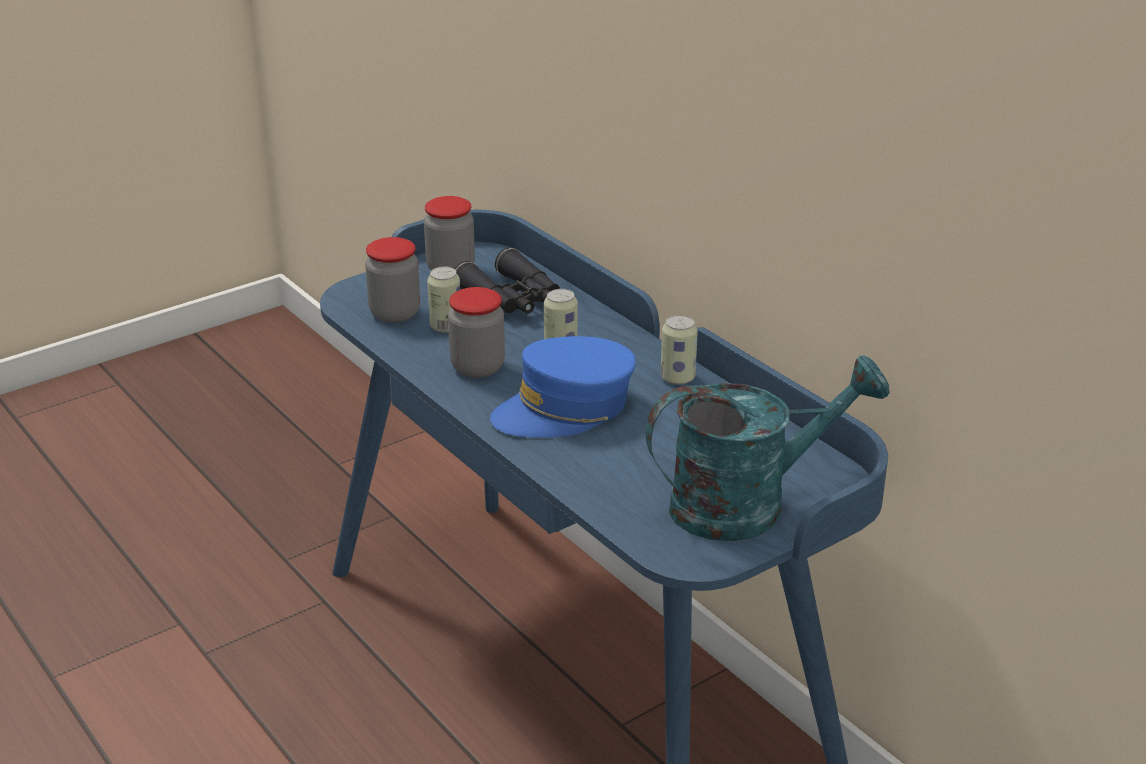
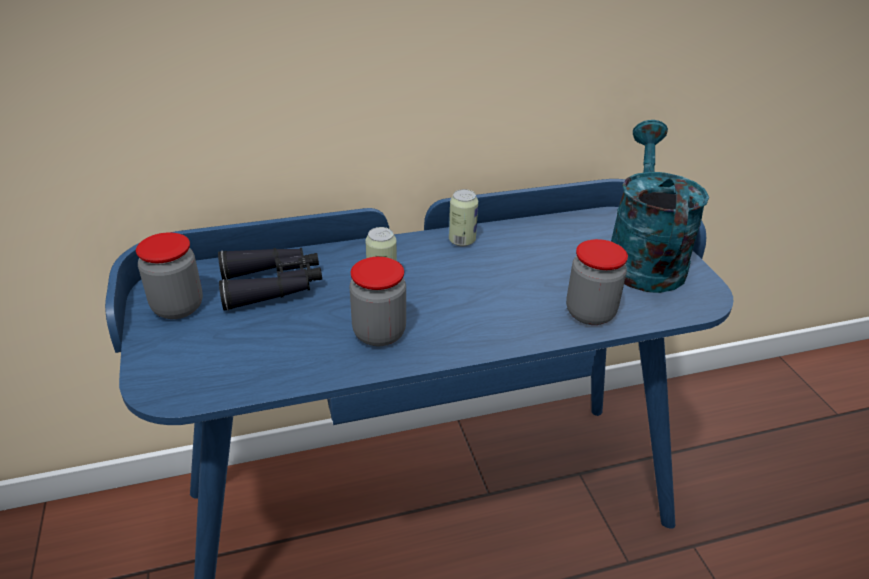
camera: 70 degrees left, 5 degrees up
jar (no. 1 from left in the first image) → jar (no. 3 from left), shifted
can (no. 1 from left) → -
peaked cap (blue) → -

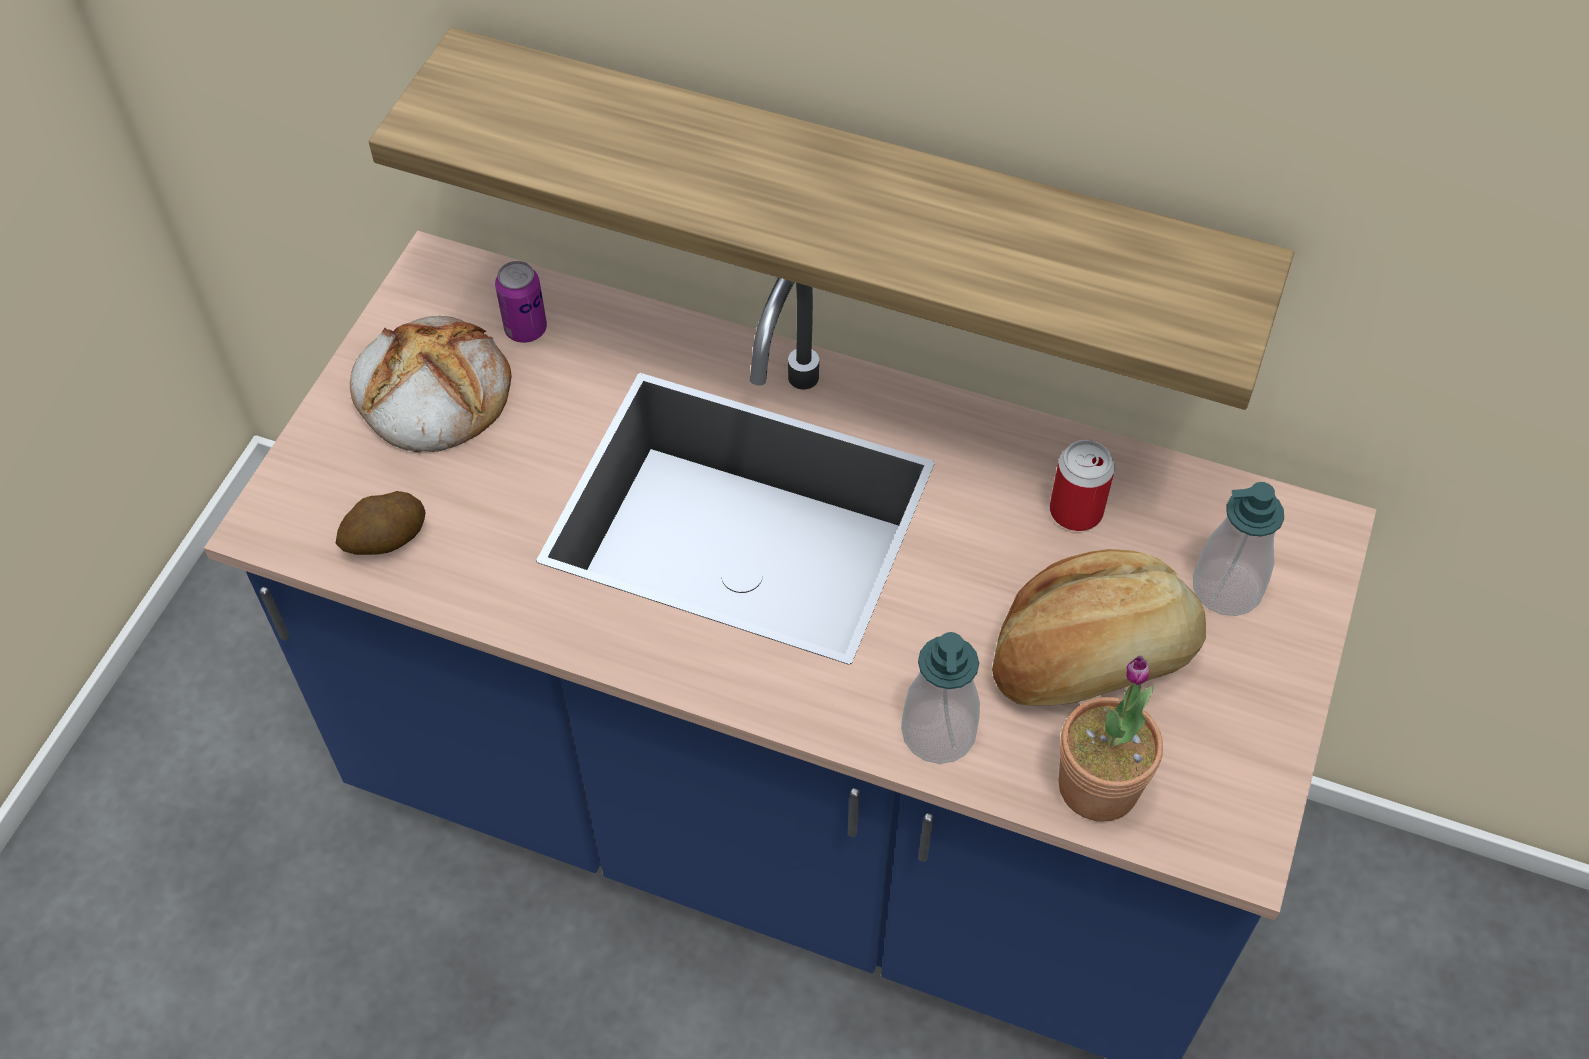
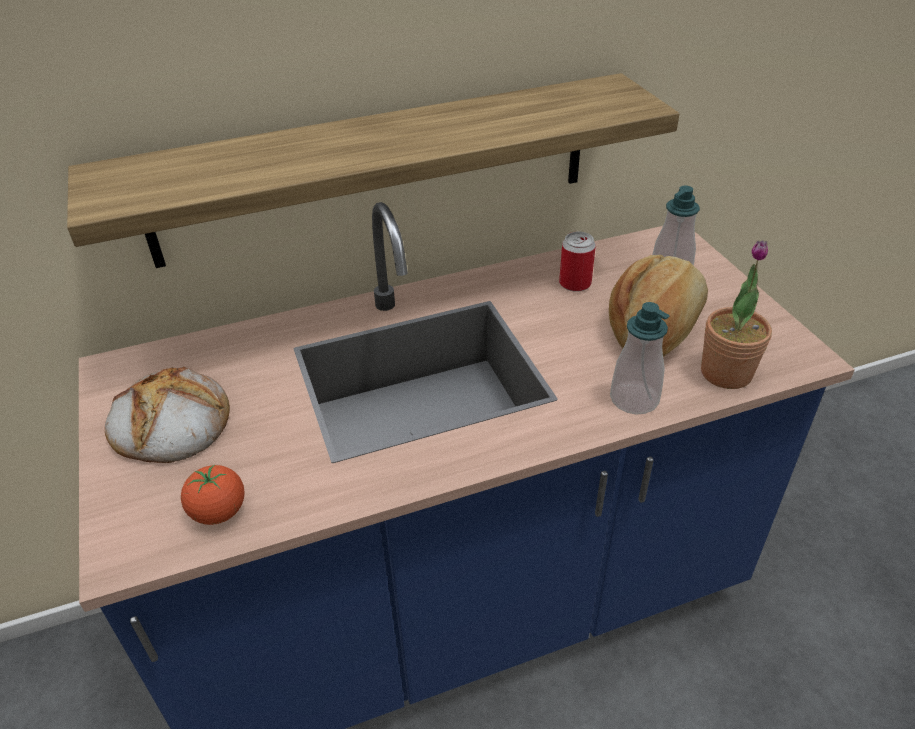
camera: 40 degrees left, 15 degrees down
can (no. 1 from left) → -
potato → fresh tomato

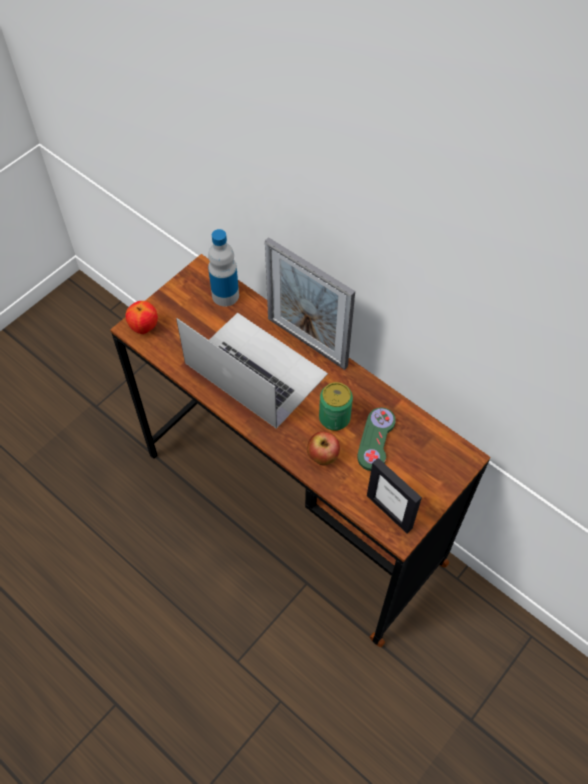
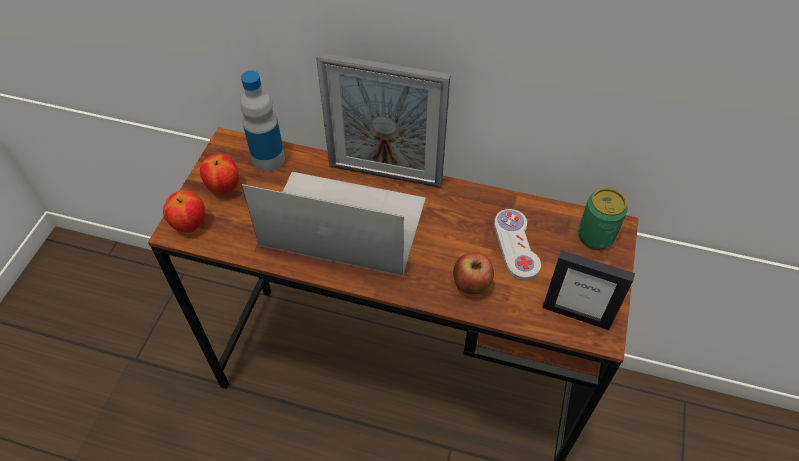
camera: 25 degrees left, 5 degrees down
can, shifted
gamepad (greenish) → gamepad (white-coloured)
- → apple fruit (no. 2 from left)

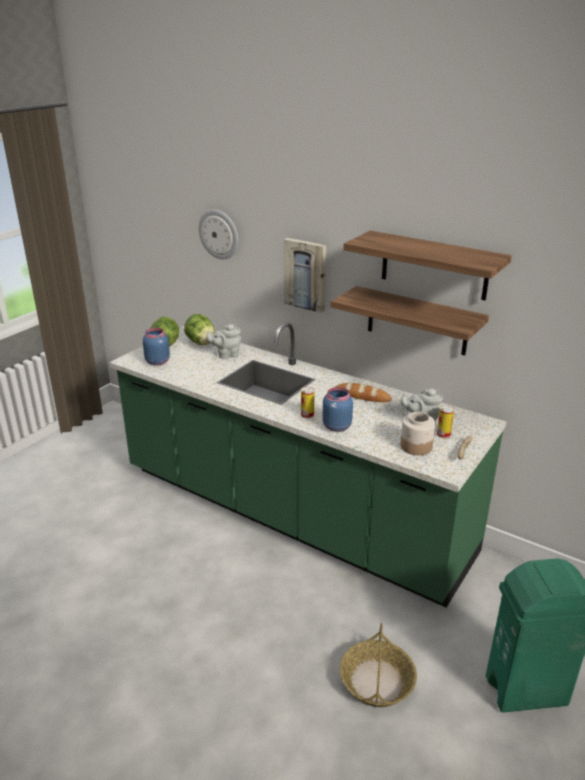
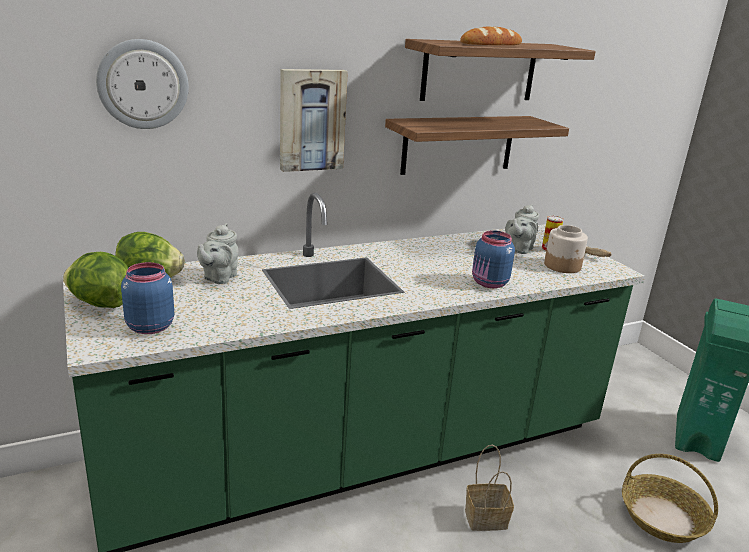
camera: 60 degrees left, 5 degrees down
bakery bread (no. 1 from left), shifted
can (no. 1 from left) → -
- → household basket (no. 1 from left)

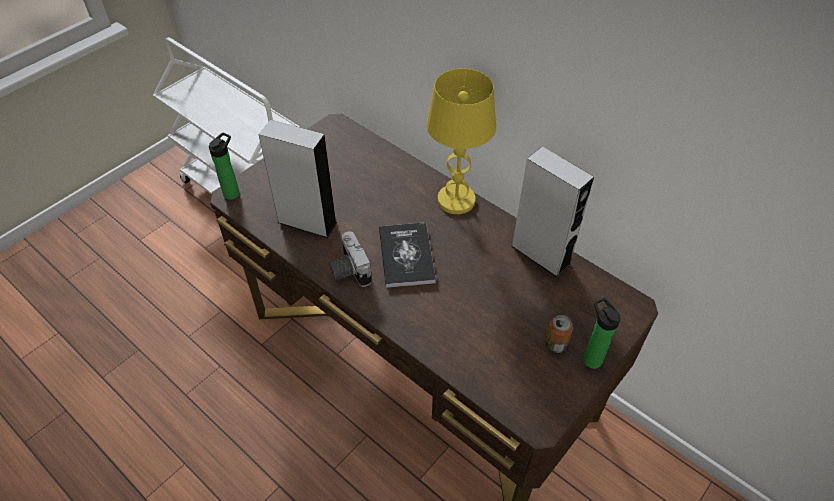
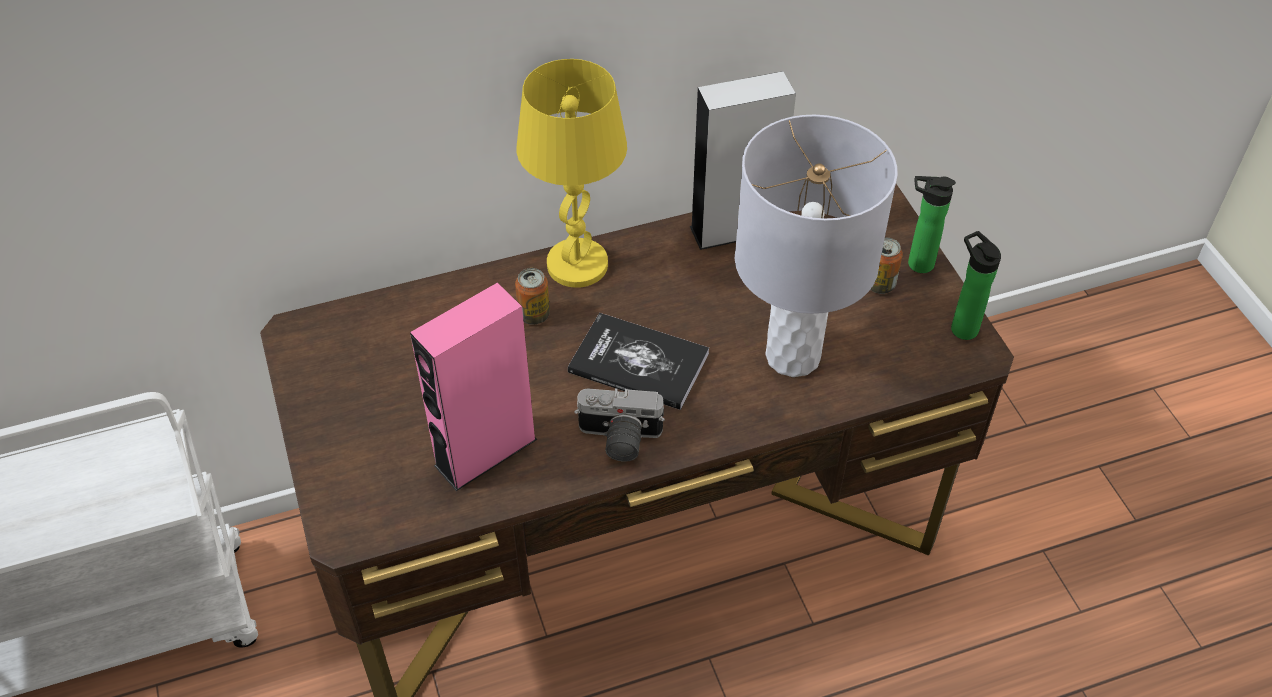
camera: 60 degrees left, 0 degrees up
audio speaker (gray) (no. 1 from left) → audio speaker (pinkish)
beverage bottle (no. 1 from left in the first image) → beverage bottle (no. 2 from left), shifted
- → lamp for a table (gray)
- → can (no. 1 from left)

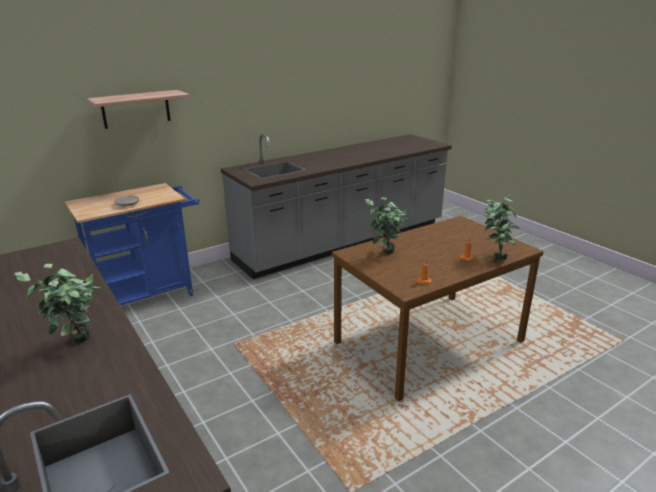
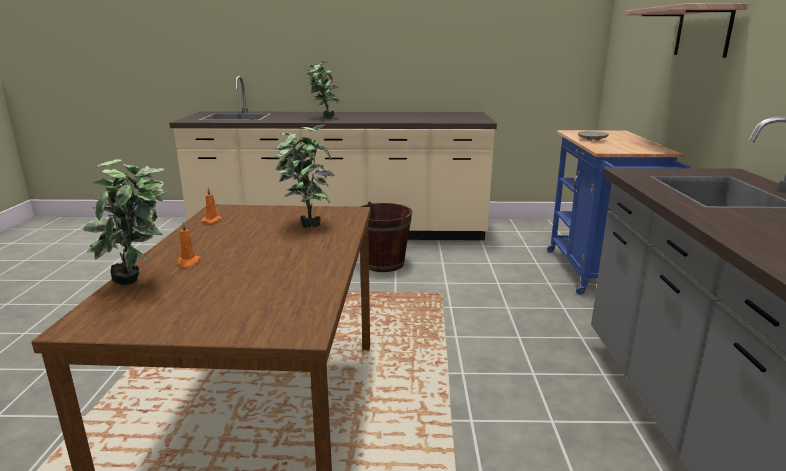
camera: 125 degrees right, 5 degrees down
- → bucket (brown-coloured)

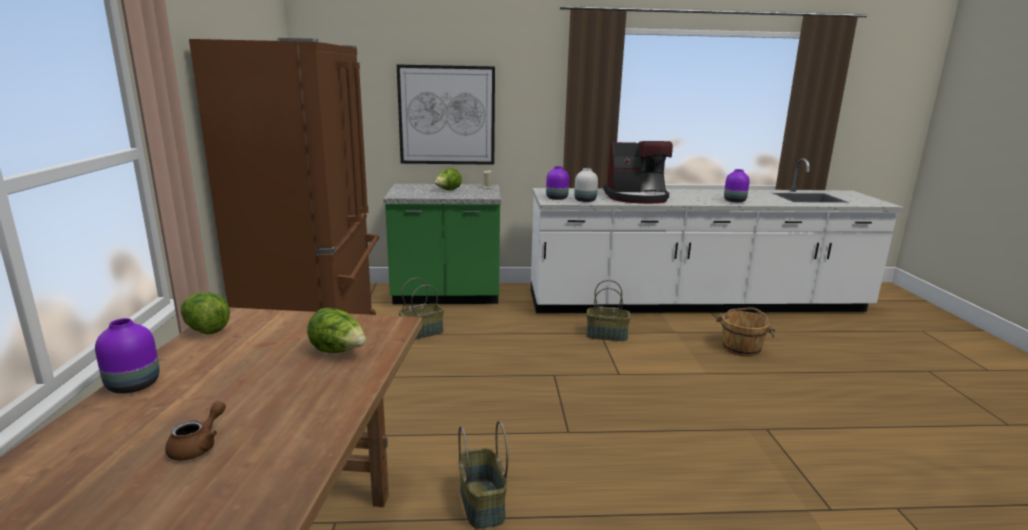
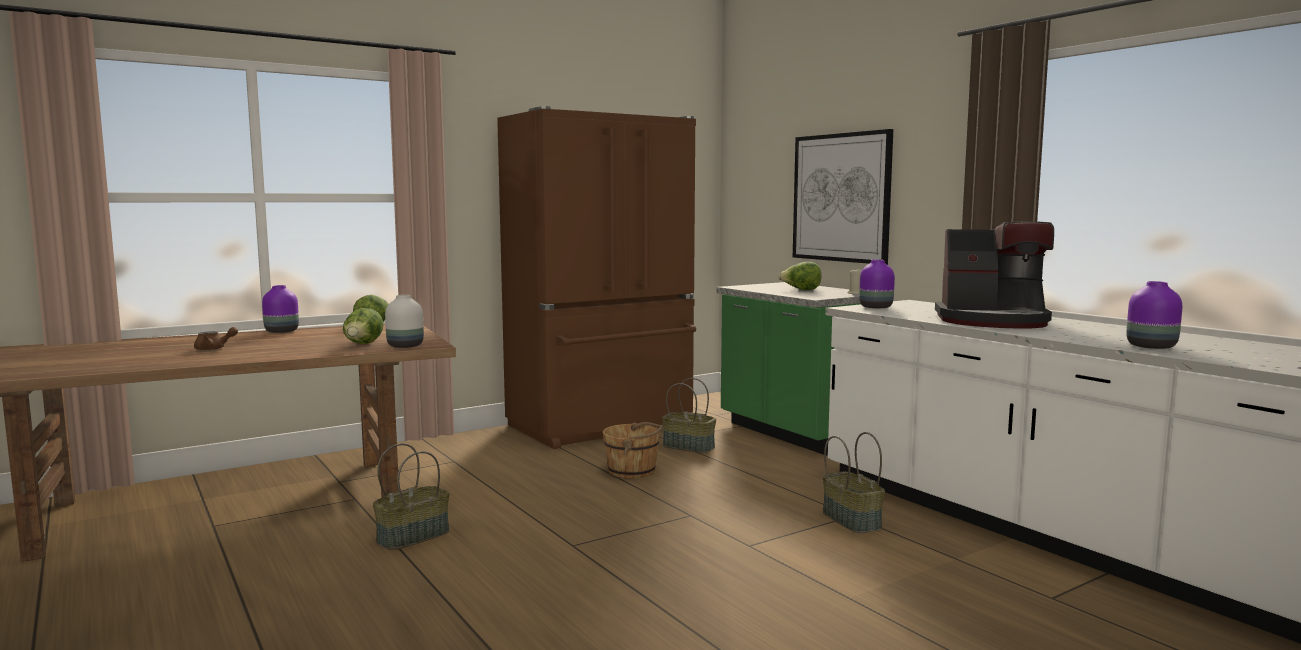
camera: 60 degrees right, 10 degrees down
coffee maker, 45 degrees counterclockwise
flower vase (white-coloured), shifted
bucket (brown-coloured), shifted

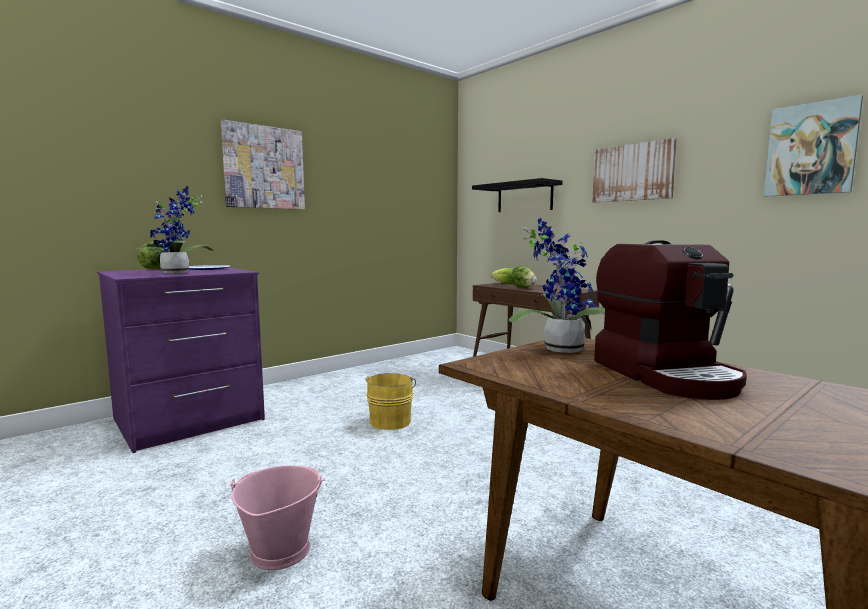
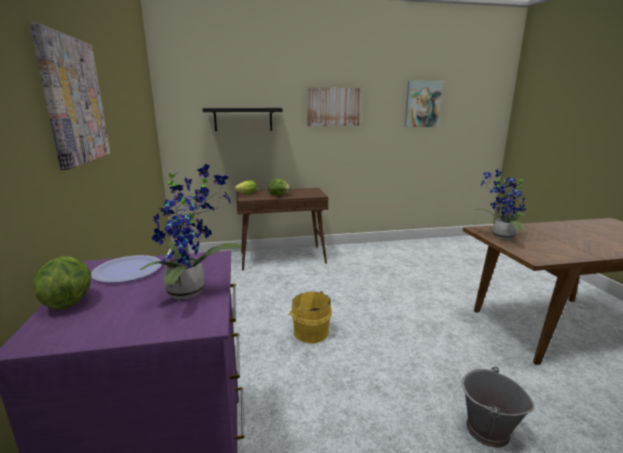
camera: 60 degrees left, 10 degrees up
coffee maker → -
bucket (pinkish) → bucket (gray)

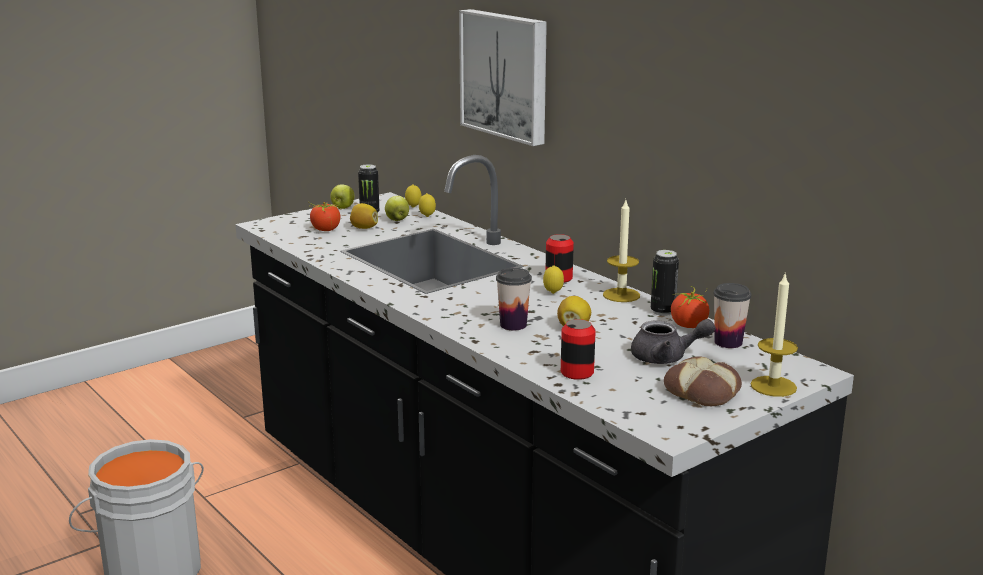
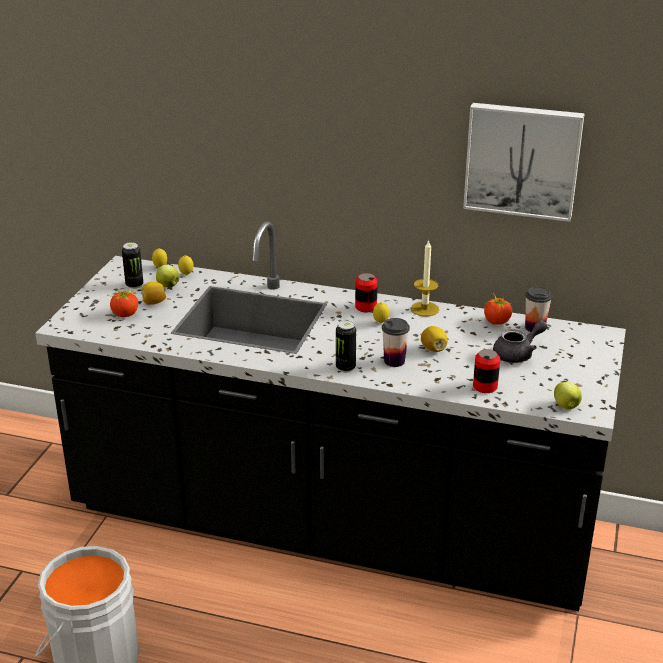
camera: 35 degrees left, 10 degrees up
wall picture, shifted
apple fruit (no. 1 from left in the first image) → apple fruit (no. 2 from left), shifted
can (no. 4 from left in the first image) → can (no. 2 from left), shifted
candle (no. 2 from left) → -
bakery bread → -

